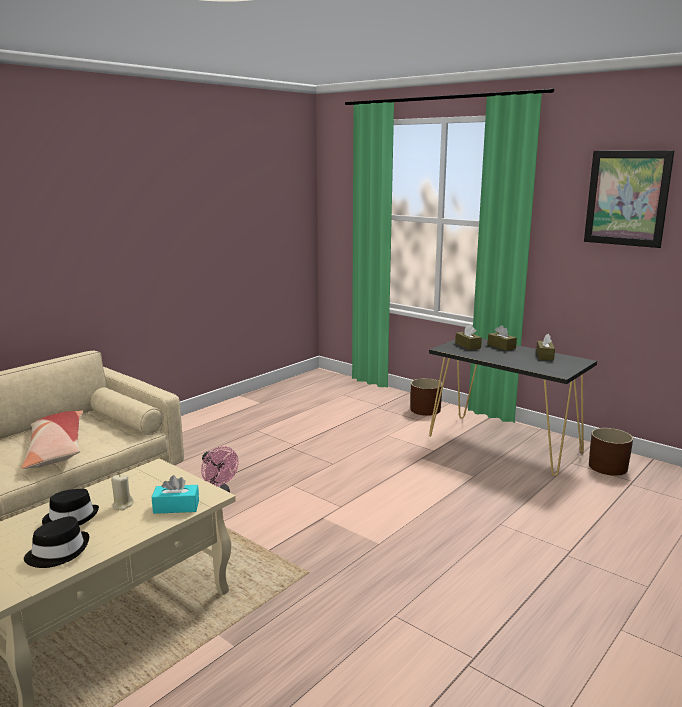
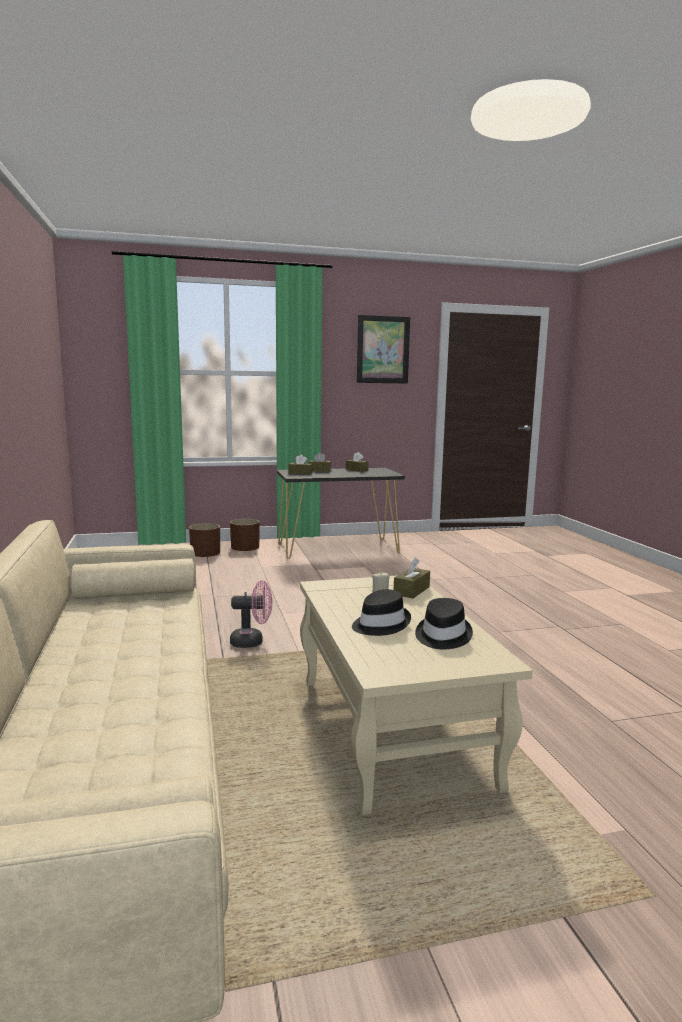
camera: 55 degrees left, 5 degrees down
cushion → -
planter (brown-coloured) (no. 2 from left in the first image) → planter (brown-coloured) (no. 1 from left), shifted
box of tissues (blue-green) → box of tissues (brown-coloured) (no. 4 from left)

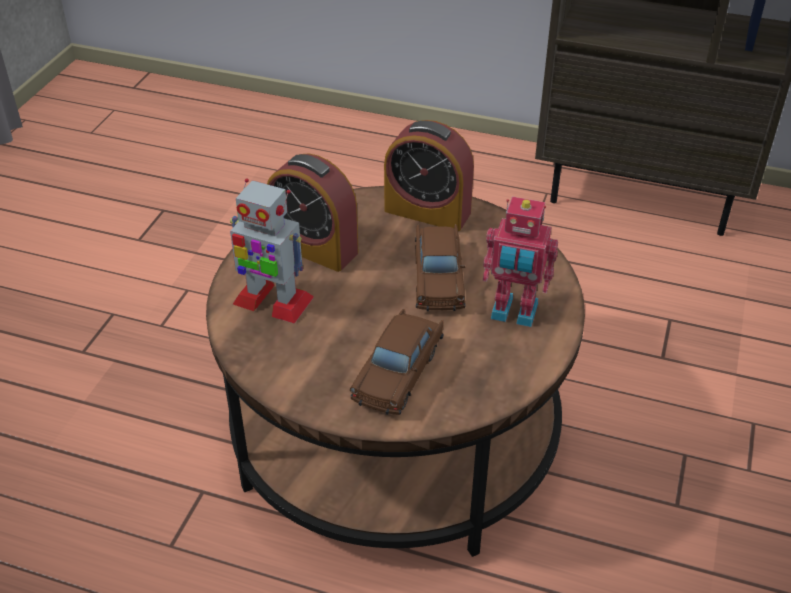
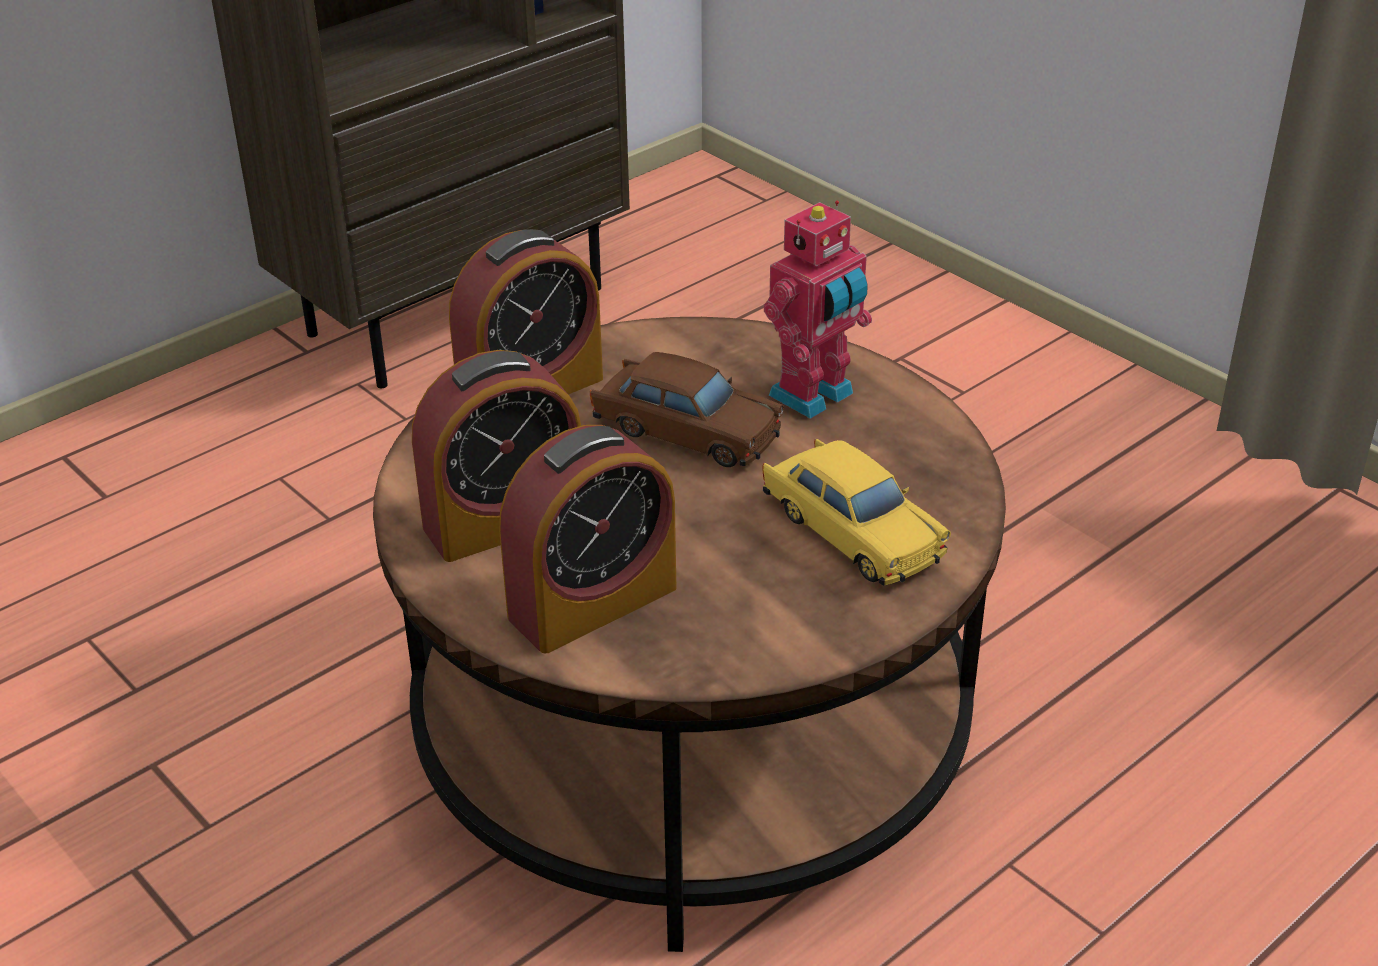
camera: 60 degrees left, 5 degrees down
model robot (no. 1 from left) → table clock (no. 3 from left)
model car (brown-coloured) (no. 1 from left) → model car (yellow-coloured)

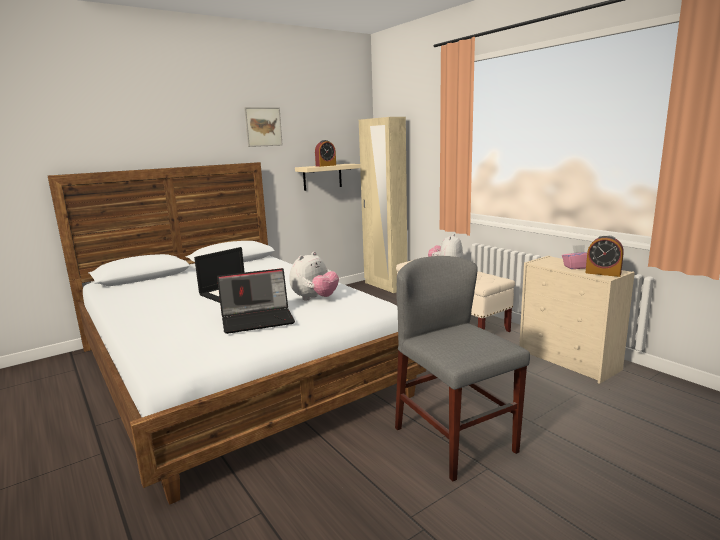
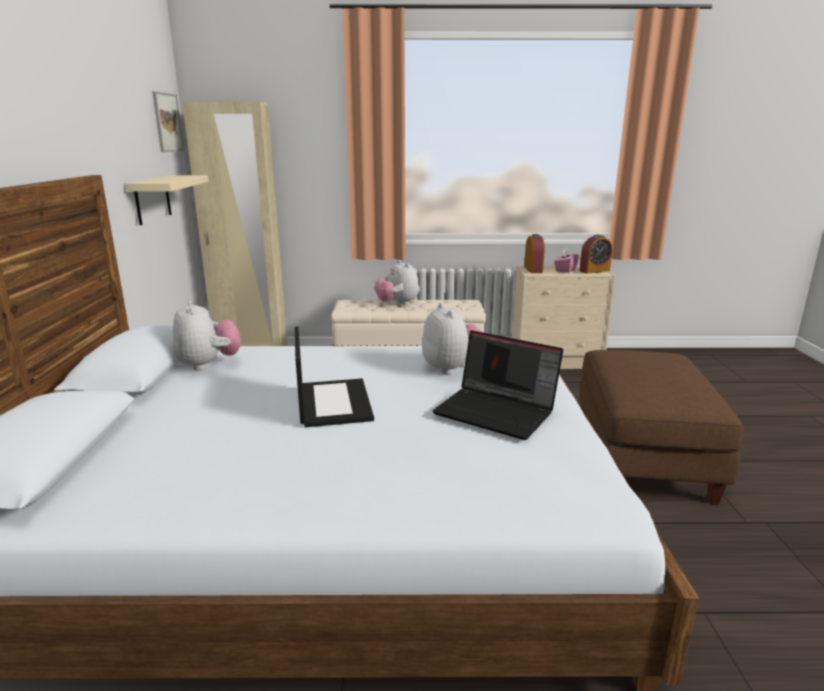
camera: 55 degrees left, 5 degrees up
wall picture, shifted
table clock (no. 1 from left), shifted
upright chair (gray) → pouffe (brown-coloured)
laptop (no. 2 from left), 105 degrees clockwise
- → cuddly toy (no. 1 from left)

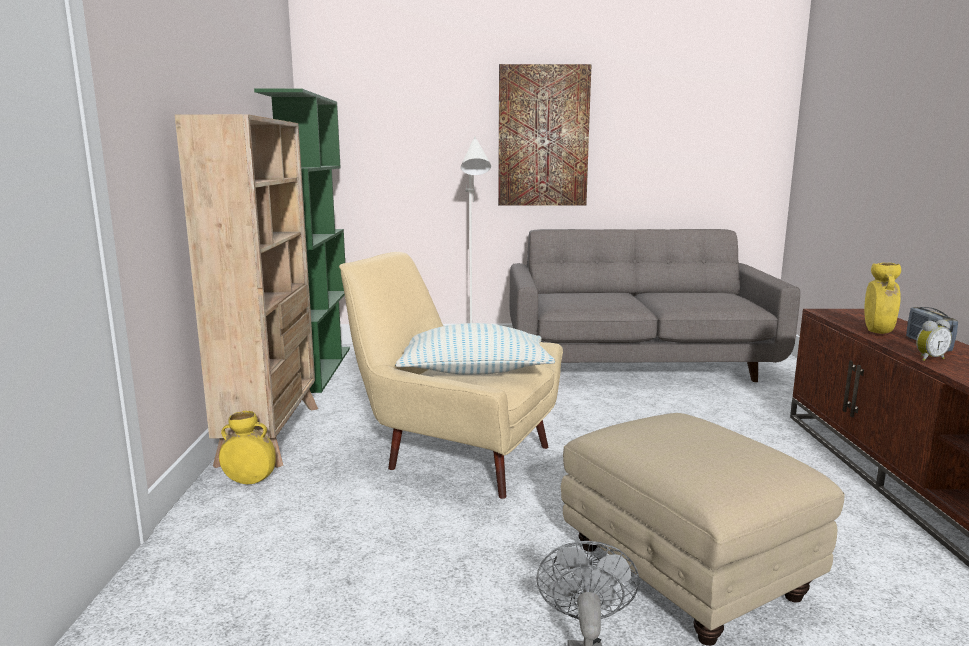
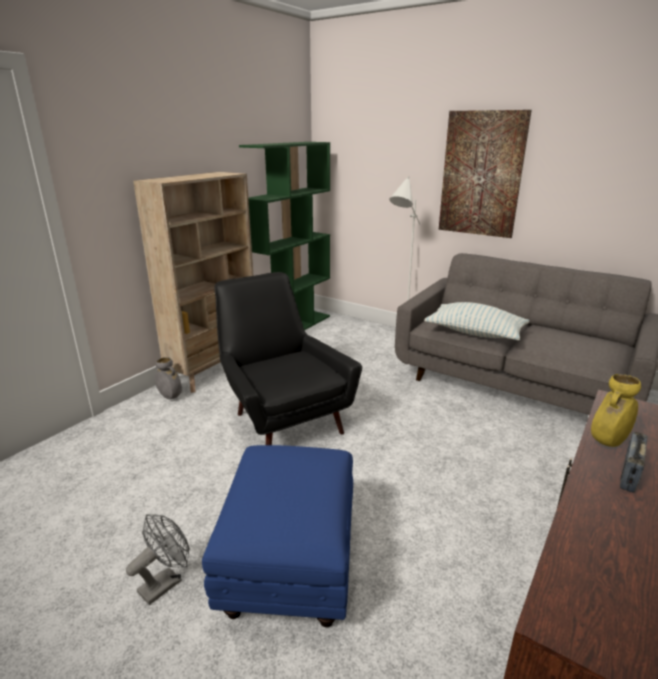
camera: 35 degrees right, 10 degrees up
lounge chair (beige) → lounge chair (black)
table clock → -
cushion, shifted
flower vase (yellow-coloured) (no. 1 from left) → flower vase (gray)
pouffe (beige) → pouffe (blue)

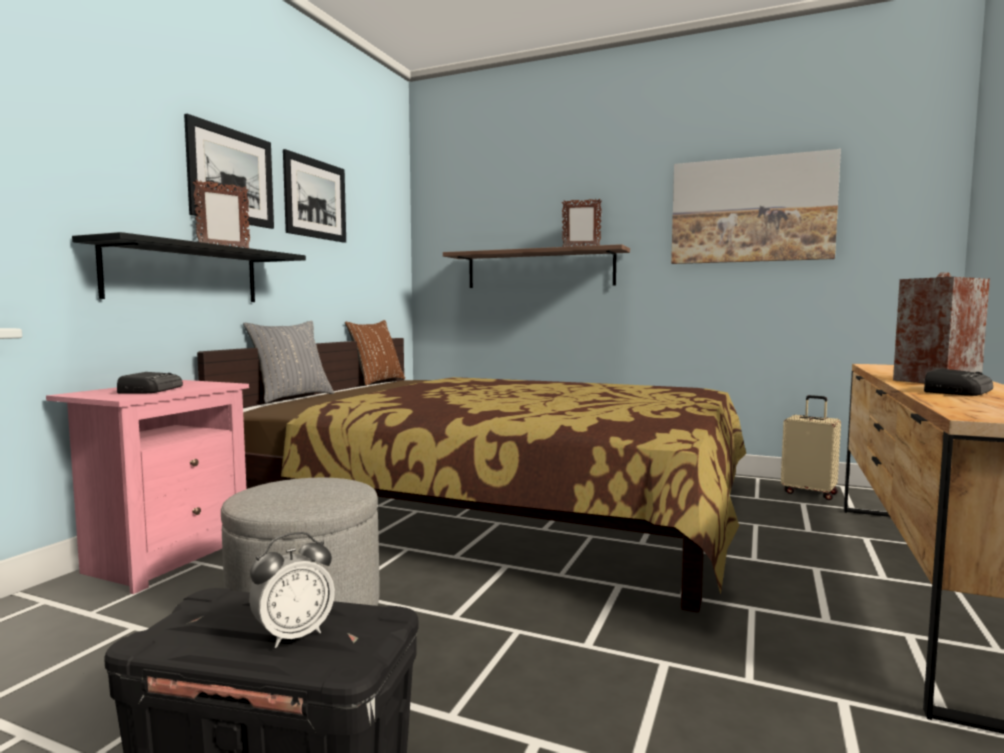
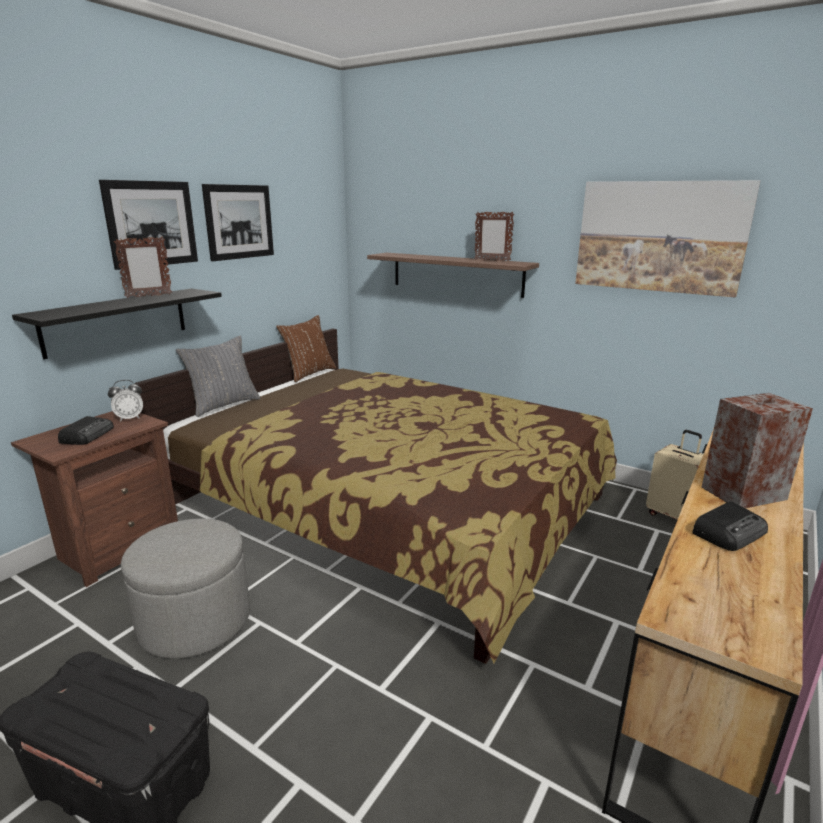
camera: 10 degrees right, 15 degrees up
bedside table (pinkish) → bedside table (brown-coloured)
table clock, shifted

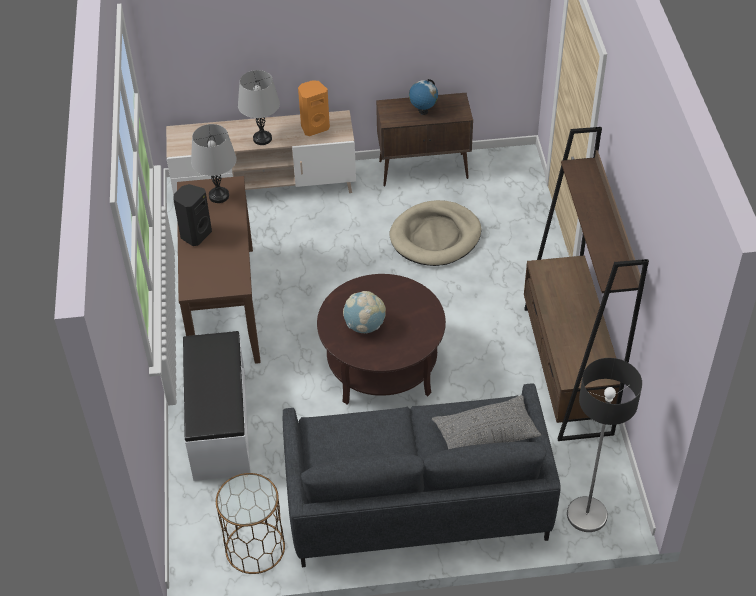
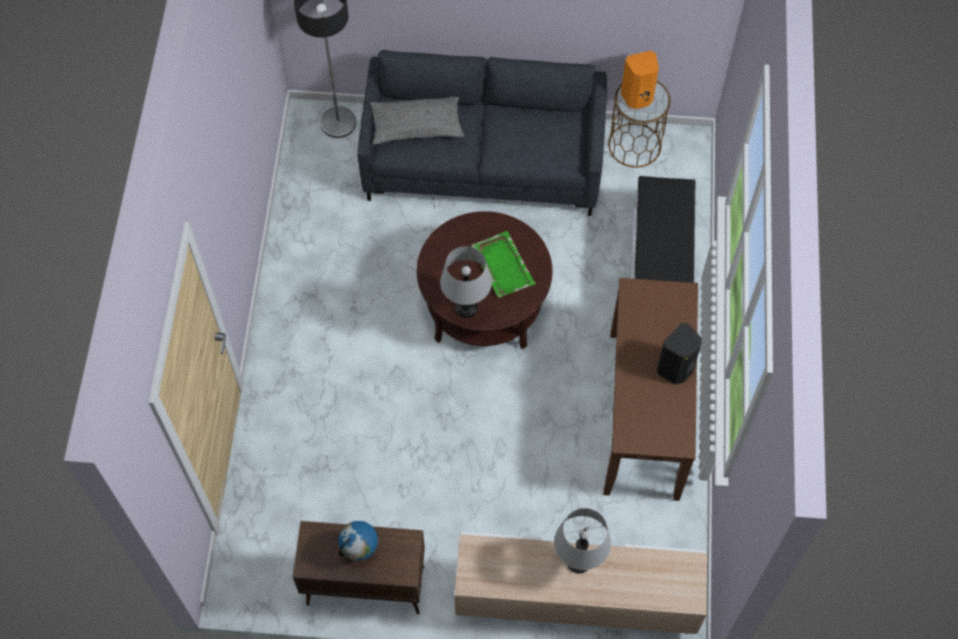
camera: 170 degrees left, 15 degrees up
audio speaker (orange-coloured), shifted
lamp for a table (gray) (no. 1 from left), shifted
shelving unit (brown-coloured) → -
dog bed (beige) → -
desk globe (no. 1 from left) → carrying tray (greenish)

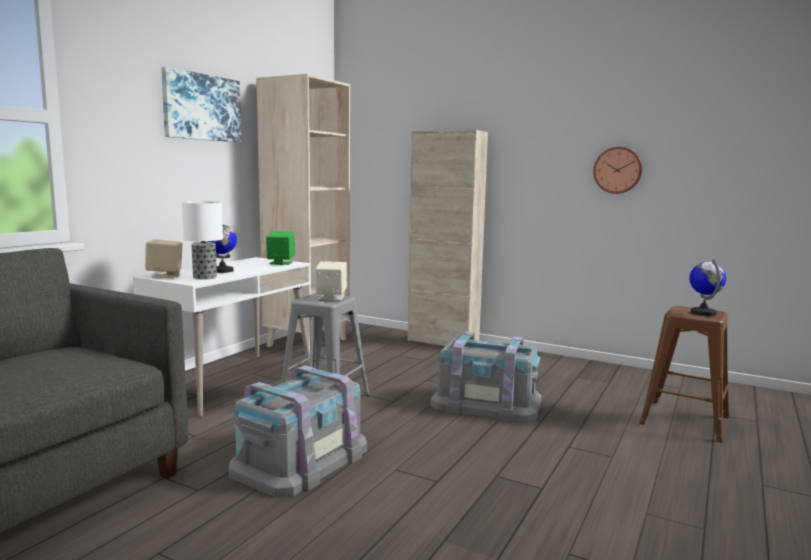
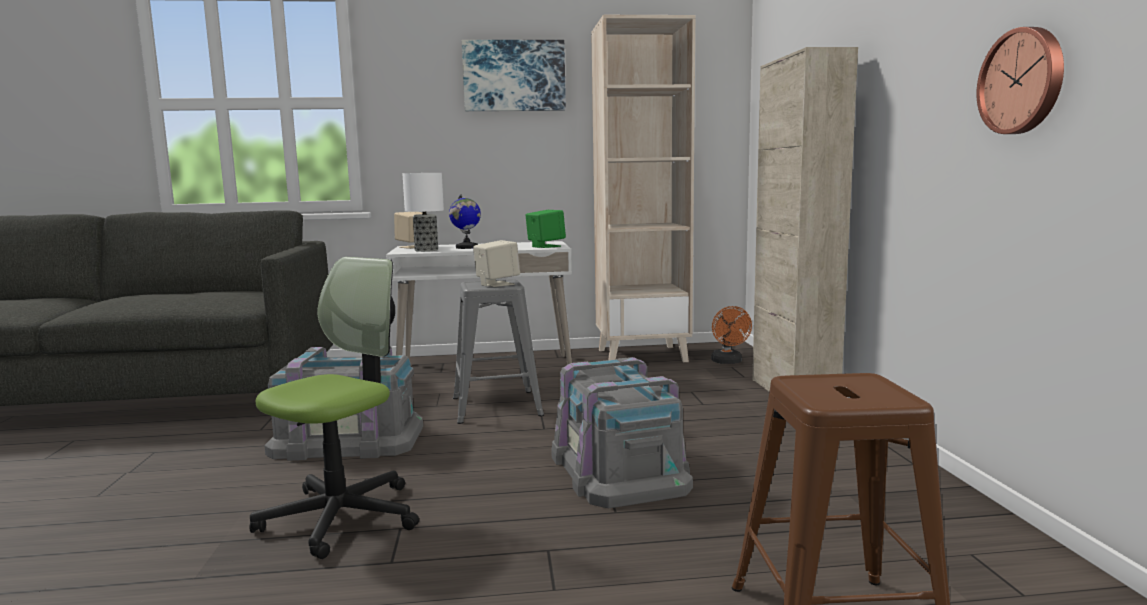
camera: 55 degrees right, 0 degrees up
desk globe (no. 2 from left) → -
- → desk chair
- → cooling fan (orange-coloured)

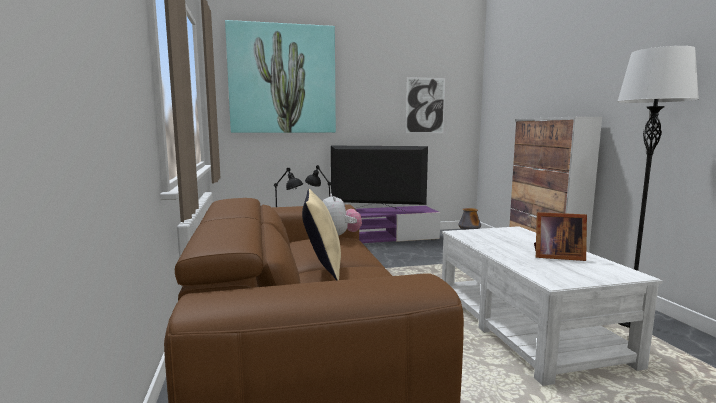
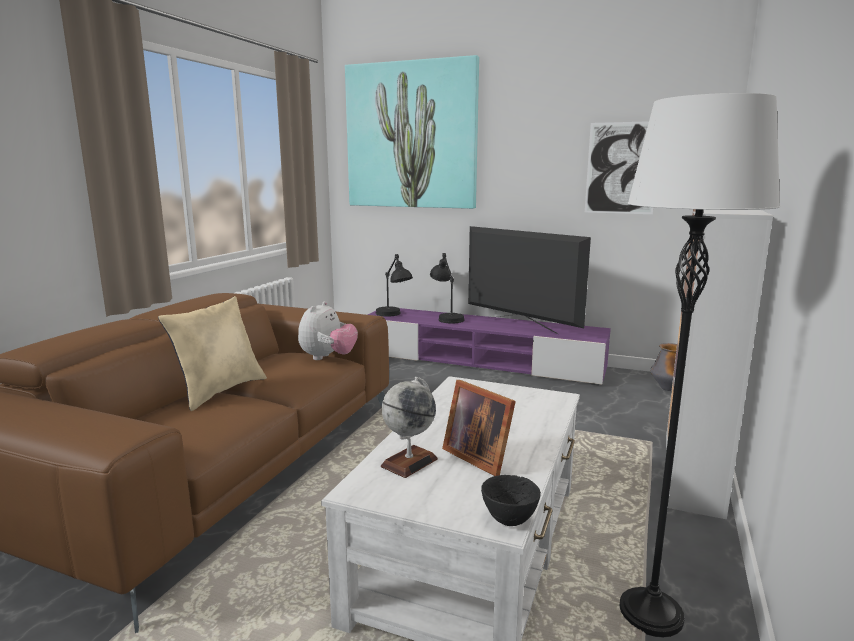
camera: 35 degrees right, 5 degrees up
- → desk globe
- → serving bowl (black)

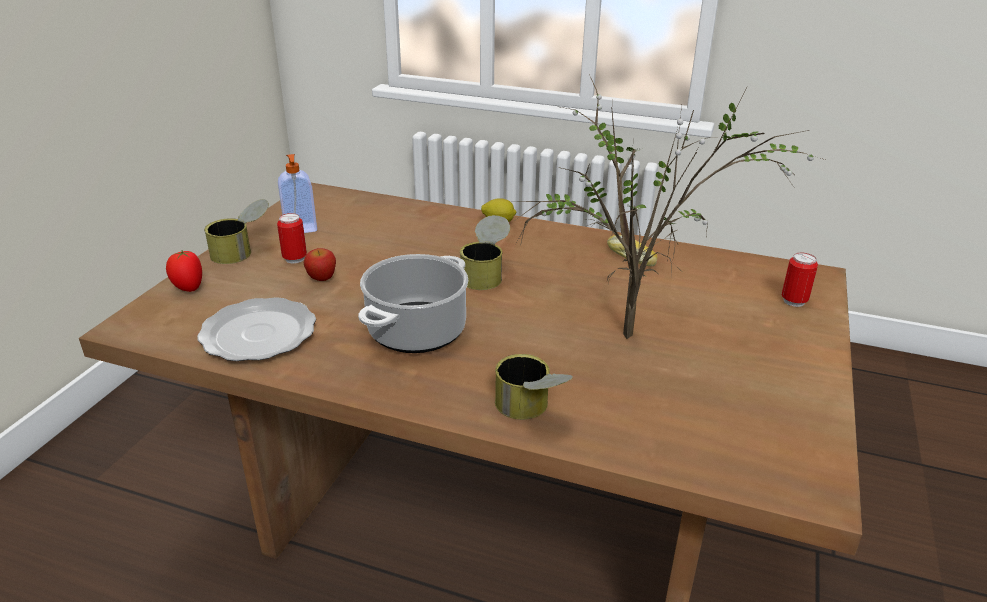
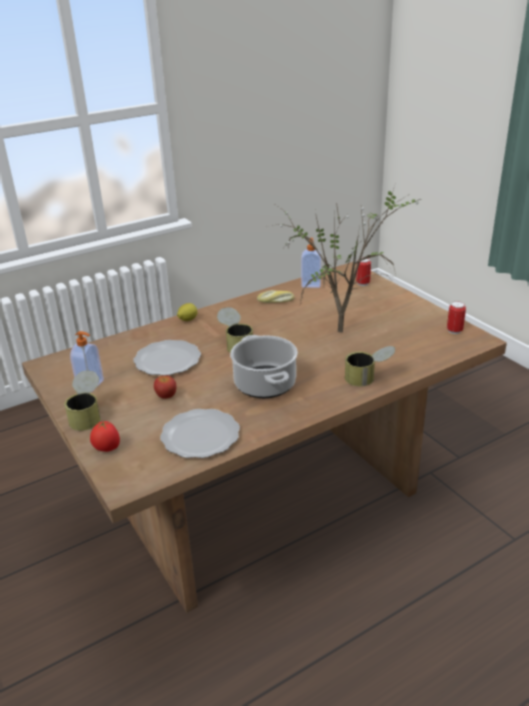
camera: 50 degrees left, 0 degrees up
can (no. 2 from left in the first image) → can (no. 5 from left), shifted
- → soap dispenser (no. 2 from left)
- → dinner plate (no. 1 from left)

